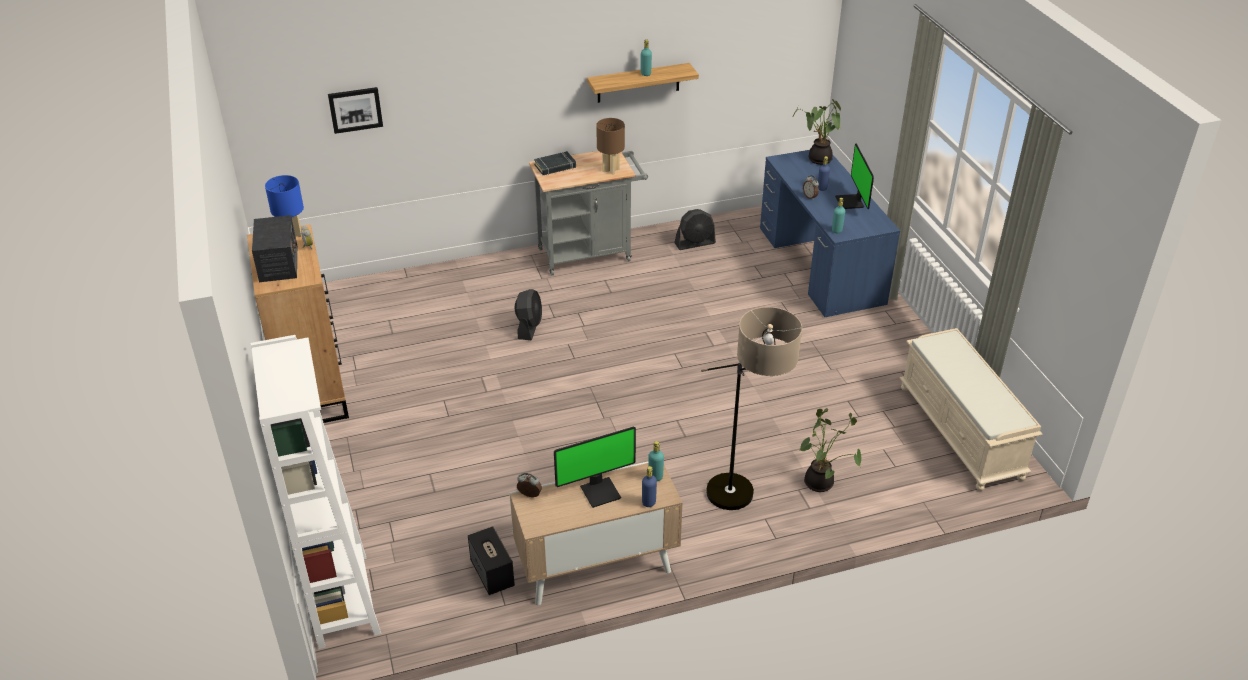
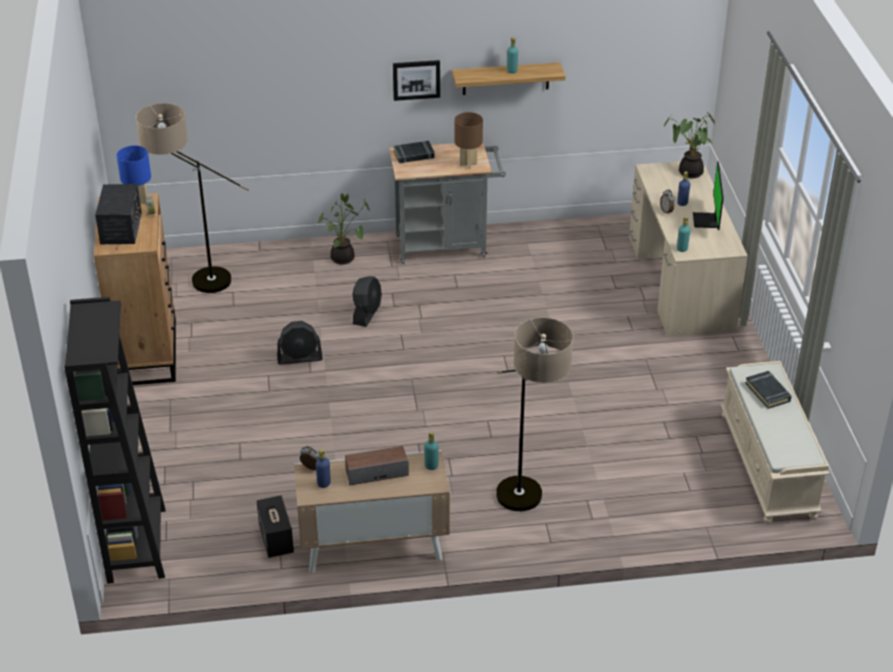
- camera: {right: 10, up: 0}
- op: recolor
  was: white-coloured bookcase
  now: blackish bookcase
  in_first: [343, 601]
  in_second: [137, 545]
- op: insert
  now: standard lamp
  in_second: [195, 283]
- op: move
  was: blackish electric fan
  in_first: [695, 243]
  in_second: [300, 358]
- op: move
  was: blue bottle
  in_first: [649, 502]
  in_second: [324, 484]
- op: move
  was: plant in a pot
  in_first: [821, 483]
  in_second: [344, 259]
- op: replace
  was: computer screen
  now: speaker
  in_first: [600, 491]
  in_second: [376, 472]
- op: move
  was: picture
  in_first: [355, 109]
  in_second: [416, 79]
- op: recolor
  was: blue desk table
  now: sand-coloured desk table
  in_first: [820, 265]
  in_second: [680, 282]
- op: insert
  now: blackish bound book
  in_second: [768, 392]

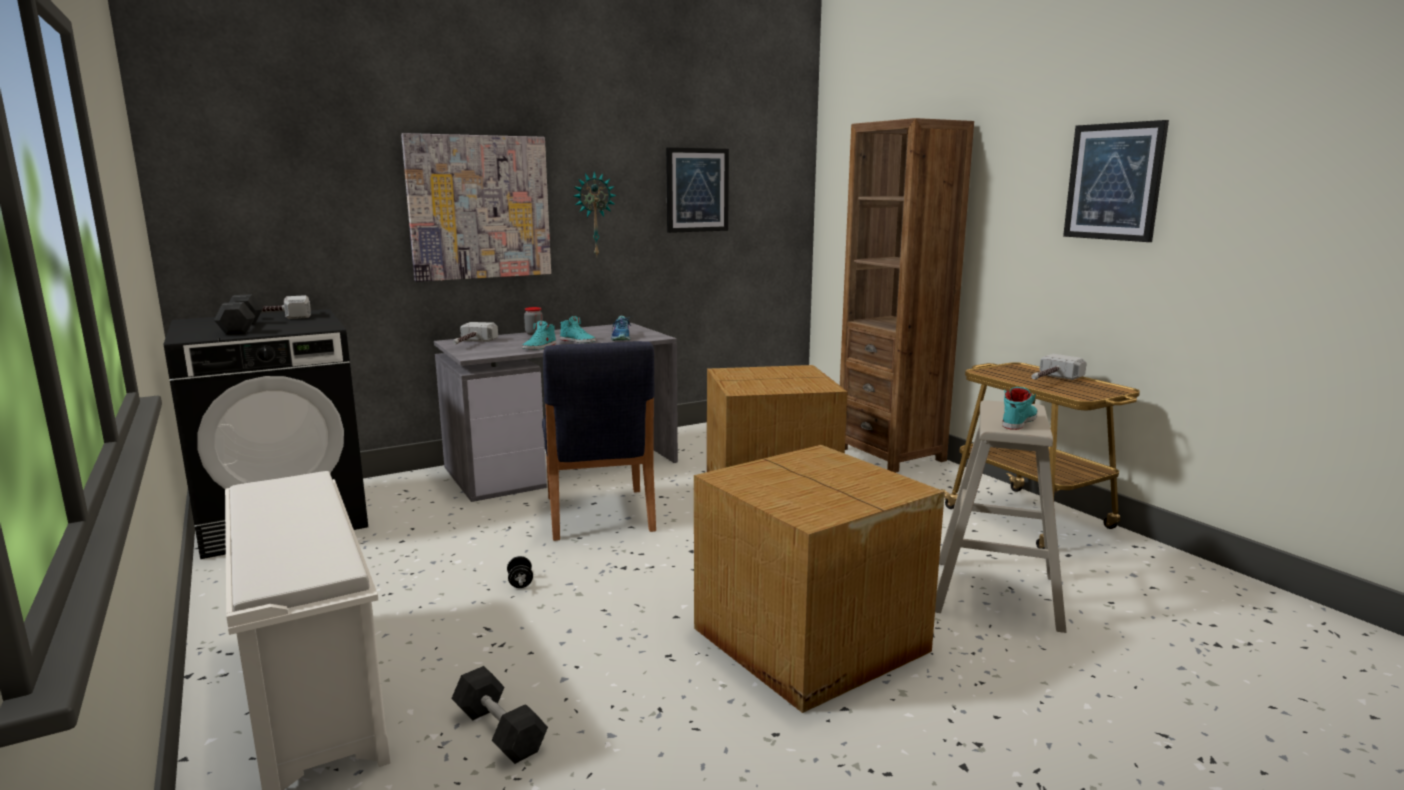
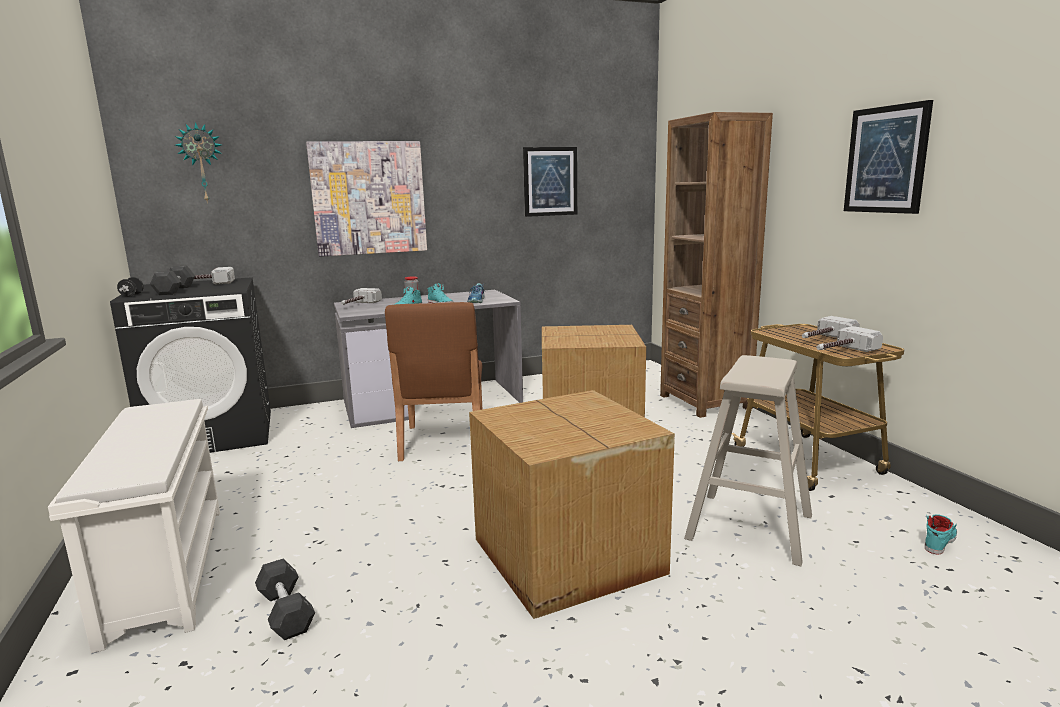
- camera: {right: 10, up: 0}
- op: move
  was: blackish dumbbell
  in_first: [520, 583]
  in_second: [132, 295]
- op: move
  was: hanging clock
  in_first: [594, 214]
  in_second: [201, 163]
- op: recolor
  was: blue upright chair
  now: brownish upright chair
  in_first: [598, 514]
  in_second: [442, 442]
- op: insert
  now: tool hammer
  in_second: [842, 351]
- op: move
  was: turquoise item of footwear
  in_first: [1018, 421]
  in_second: [939, 541]

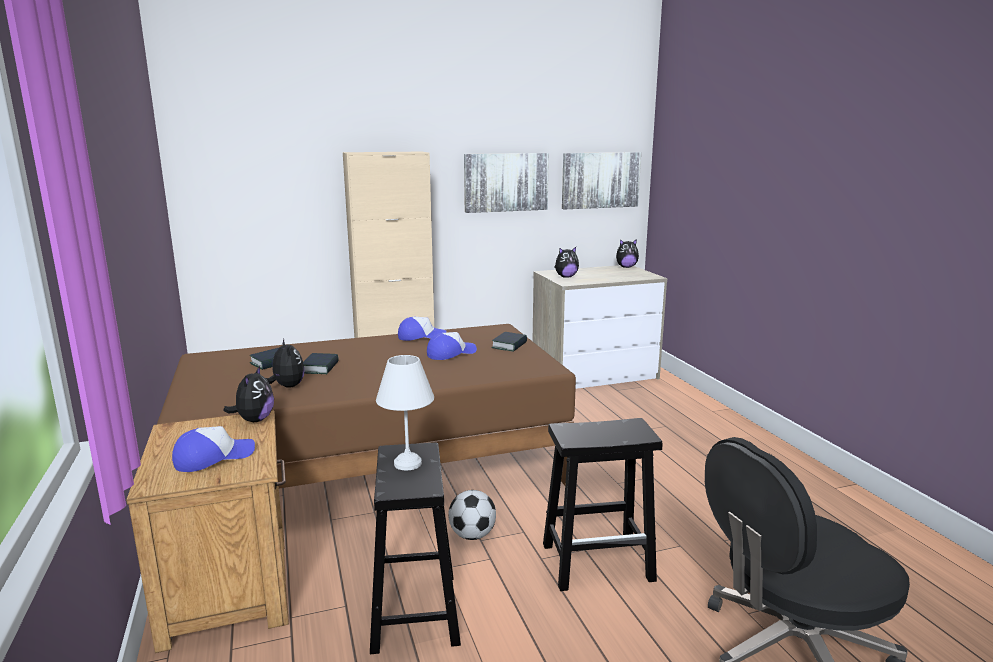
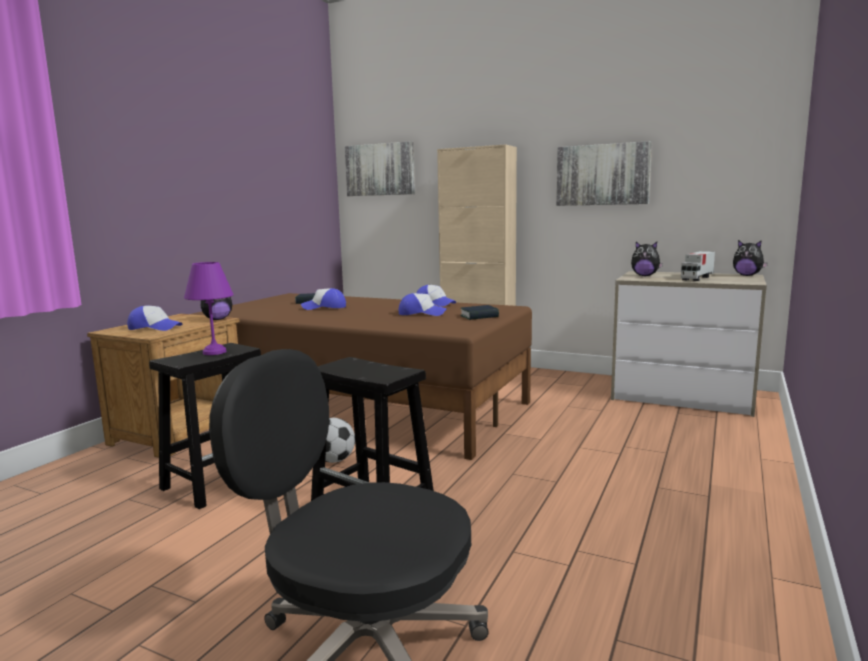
- camera: {right: 45, up: -5}
- op: recolor
  was: white-coloured tabletop lamp
  now: purple tabletop lamp
  in_first: [408, 463]
  in_second: [215, 352]
- op: replace
  was: bound book
  now: baseball cap
  in_first: [320, 368]
  in_second: [324, 307]
- op: move
  was: picture
  in_first: [600, 180]
  in_second: [380, 169]
- op: insert
  now: model truck
  in_second: [697, 278]
- op: delete
  was: soft toy
  in_first: [287, 386]

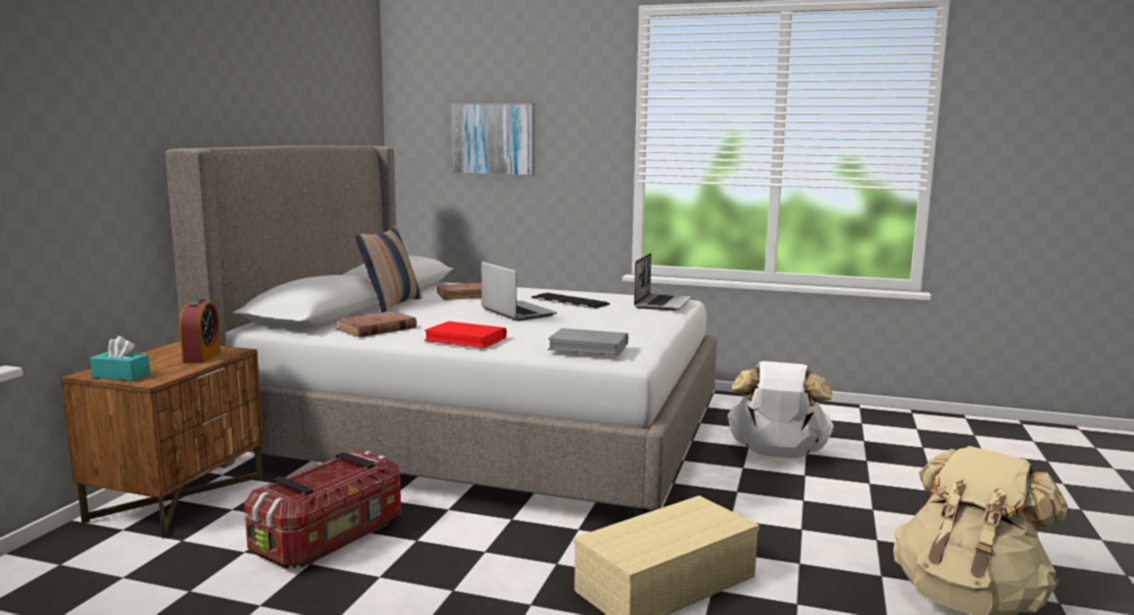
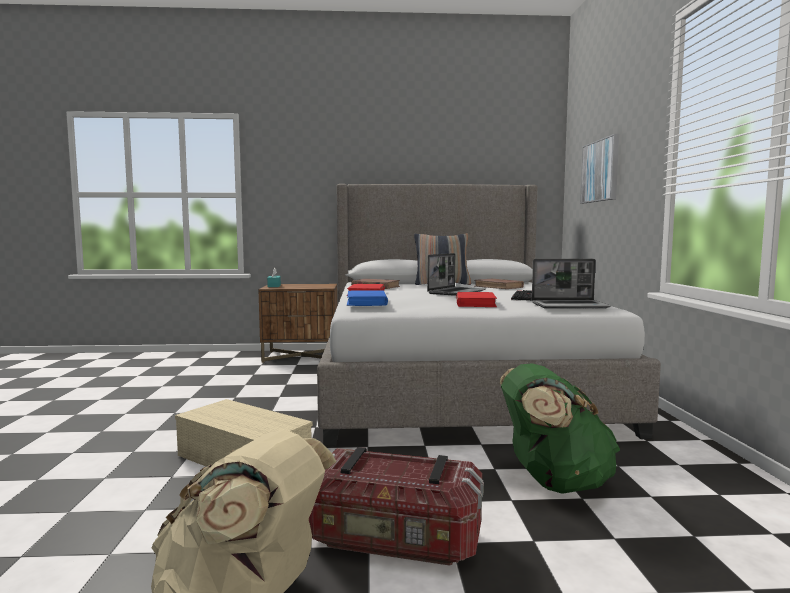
- camera: {right: 70, up: -5}
- op: move
  was: storage bin
  in_first: [331, 537]
  in_second: [394, 540]
- op: recolor
  was: gray bound book
  now: blue bound book
  in_first: [589, 347]
  in_second: [366, 302]
- op: insert
  now: reddish bound book
  in_second: [475, 303]
- op: recolor
  was: white-coloured backpack
  now: green backpack
  in_first: [777, 454]
  in_second: [553, 482]
- op: delete
  was: bedside clock
  in_first: [202, 356]

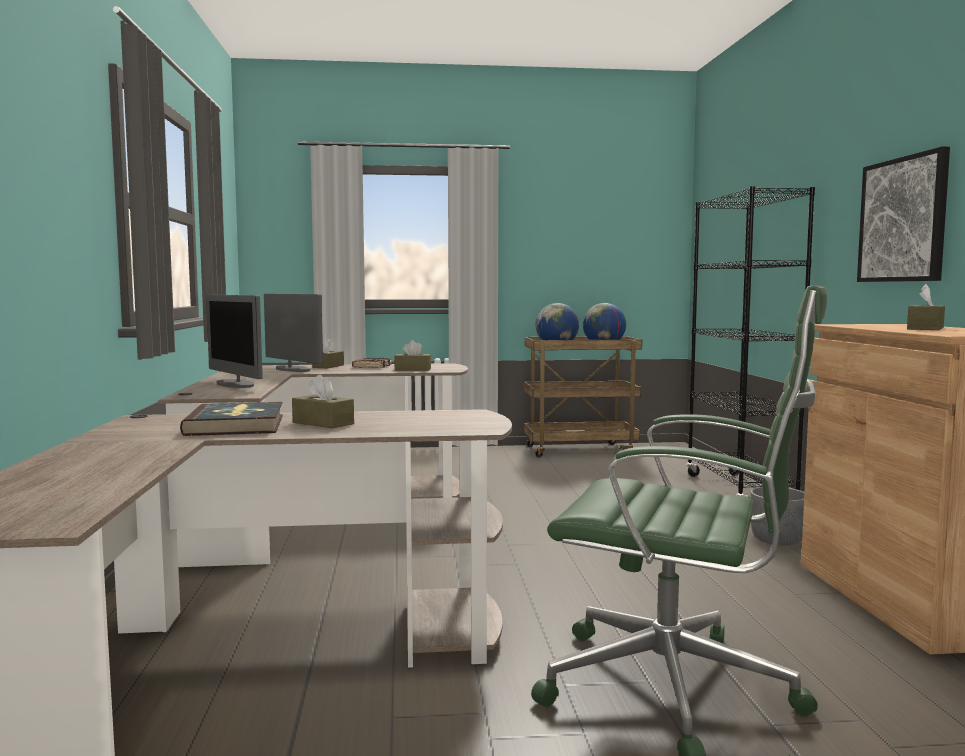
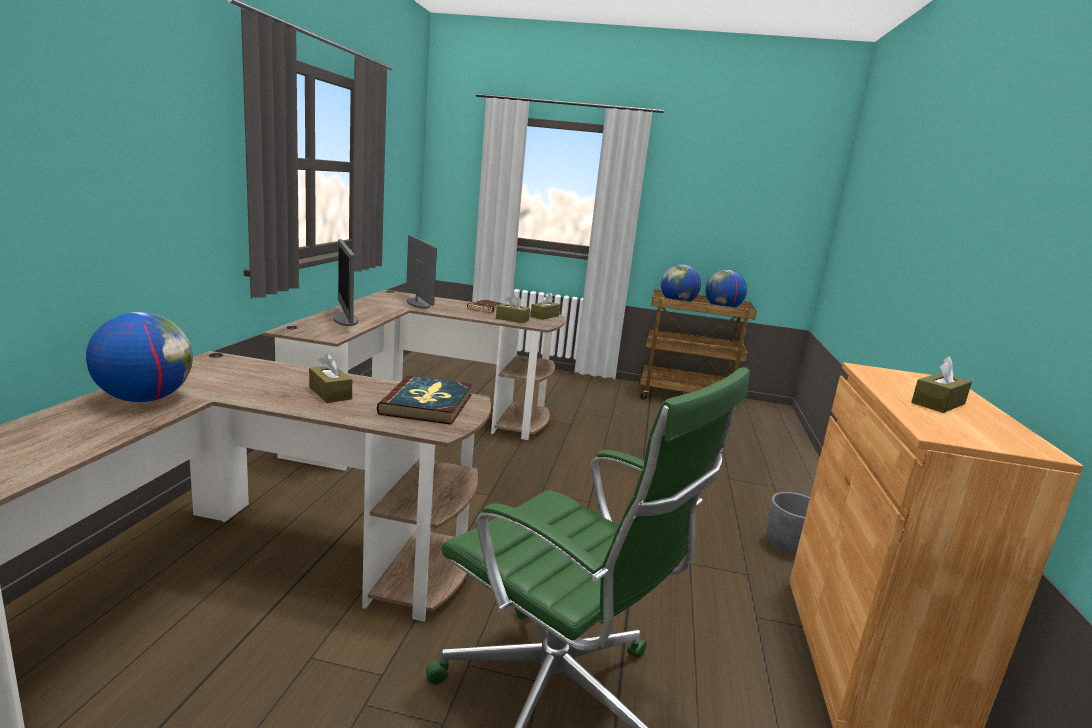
- camera: {right: 15, up: 10}
- op: insert
  now: desk globe
  in_second: [144, 399]
- op: move
  was: bound book
  in_first: [236, 425]
  in_second: [428, 404]
- op: move
  was: brownish tissue holder
  in_first: [328, 366]
  in_second: [544, 316]
- op: delete
  was: blackish bookcase
  in_first: [739, 491]
- op: delete
  was: picture
  in_first: [903, 220]

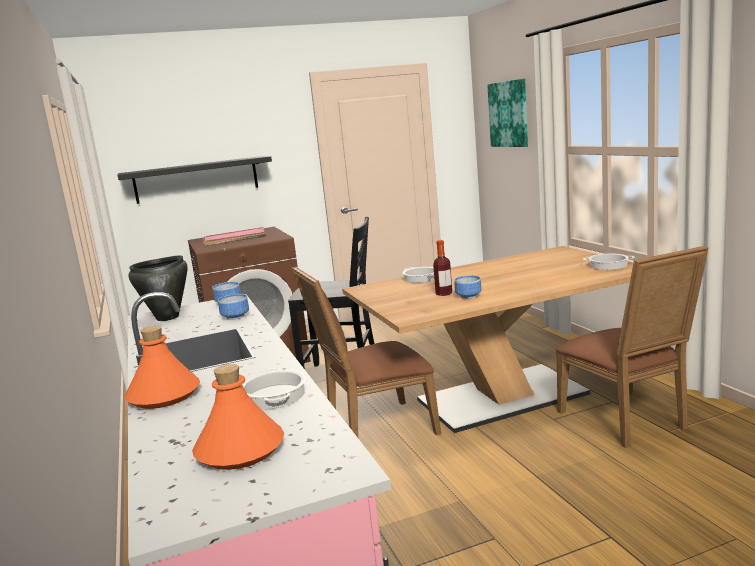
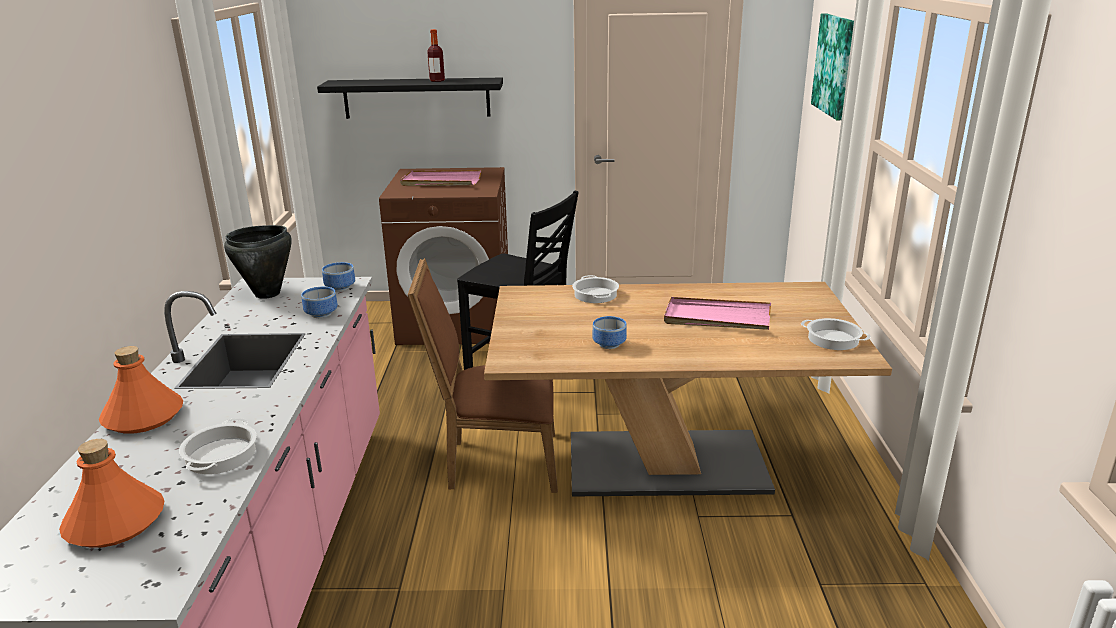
- camera: {right: 20, up: 10}
- op: move
  was: bottle
  in_first: [444, 293]
  in_second: [437, 80]
- op: insert
  now: pink-coloured serving tray
  in_second: [717, 318]
- op: delete
  was: brownish upright chair
  in_first: [628, 421]

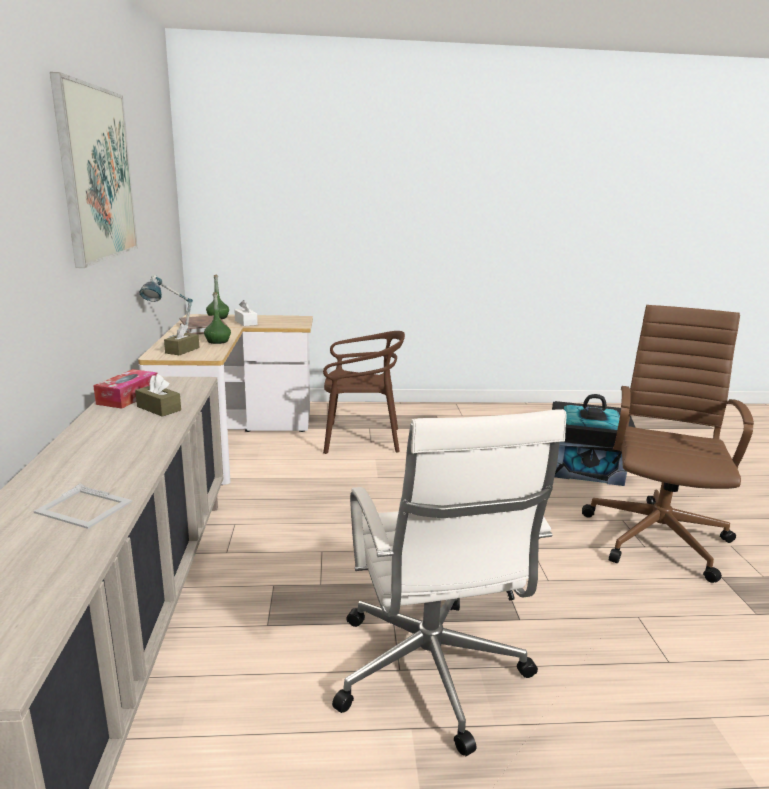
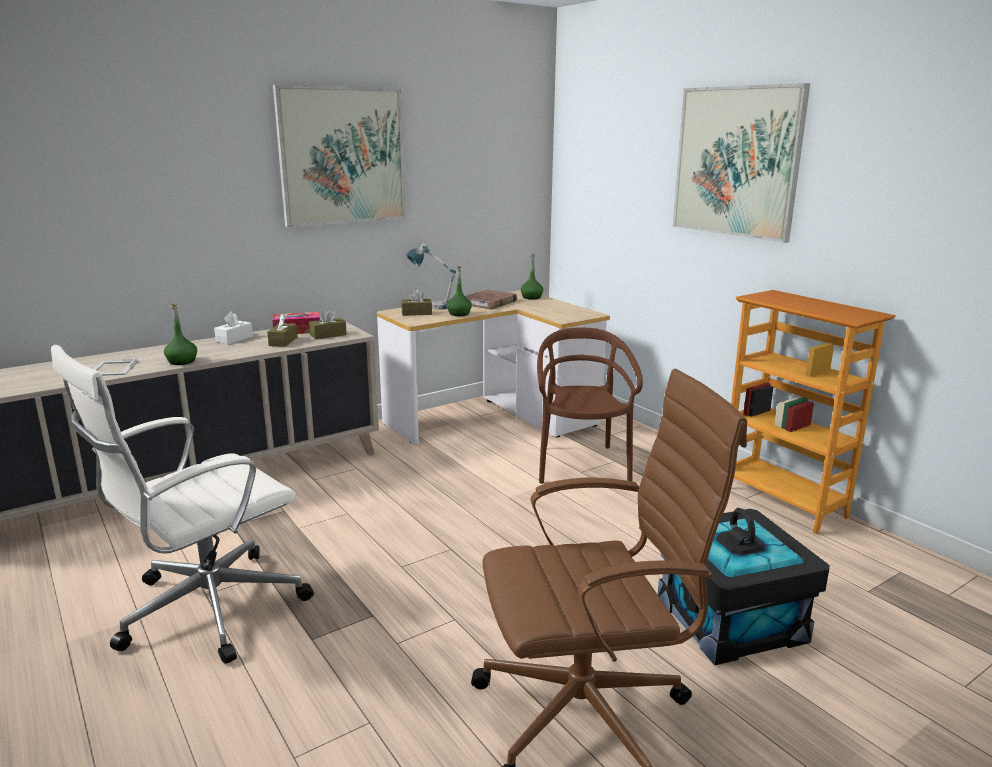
- camera: {right: 60, up: 0}
- op: insert
  now: green bottle
  in_second: [182, 361]
- op: move
  was: white-coloured tissue holder
  in_first: [246, 322]
  in_second: [234, 339]
- op: insert
  now: brownish tissue holder
  in_second: [328, 335]
- op: rotate
  was: brownish upright chair
  in_first: [361, 439]
  in_second: [580, 465]
  clockwise: -150
- op: insert
  now: picture
  in_second: [736, 162]
- op: insert
  now: bookcase
  in_second: [783, 502]

